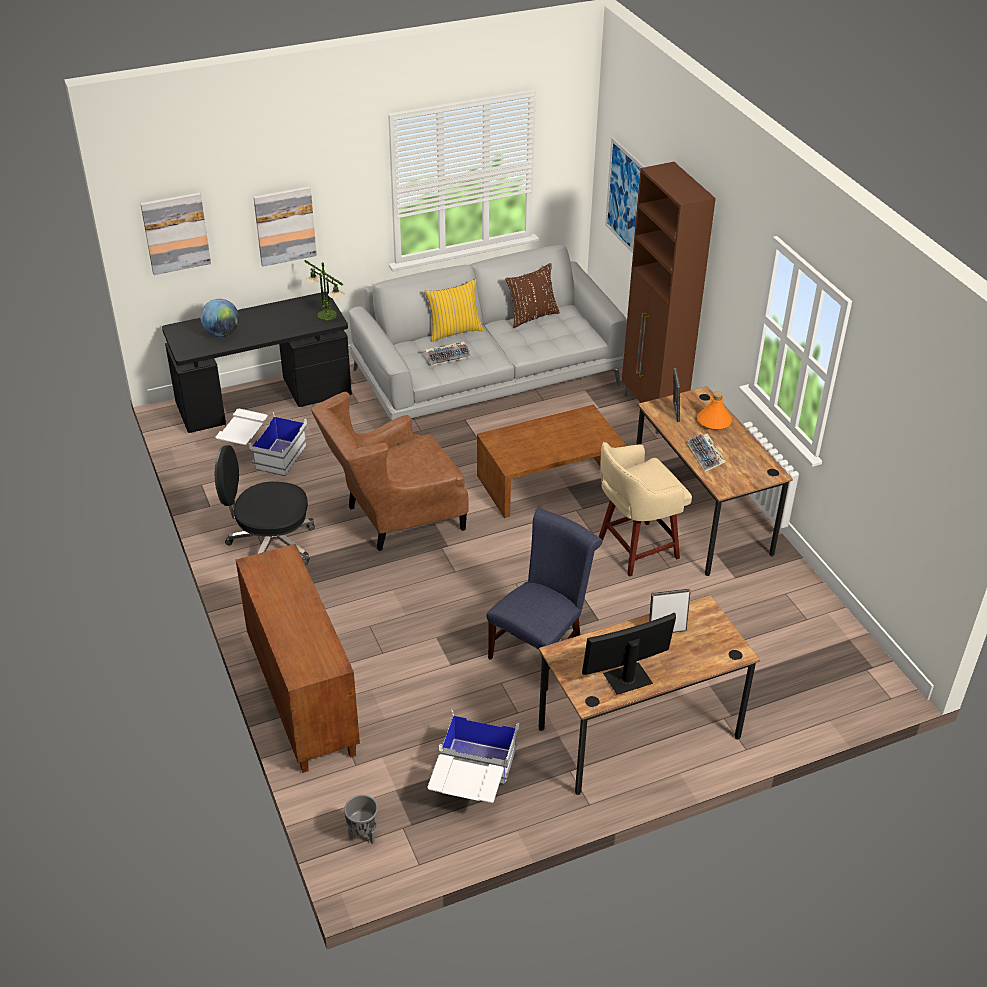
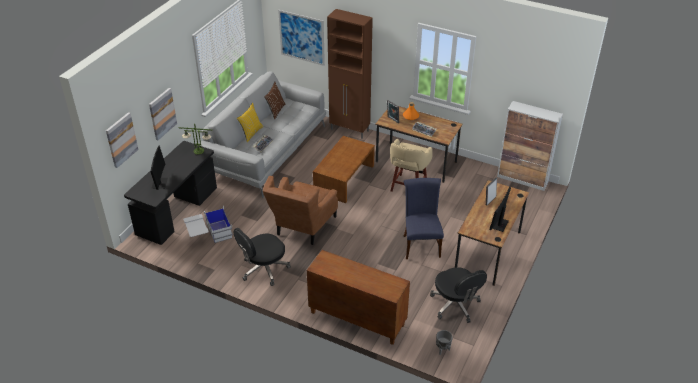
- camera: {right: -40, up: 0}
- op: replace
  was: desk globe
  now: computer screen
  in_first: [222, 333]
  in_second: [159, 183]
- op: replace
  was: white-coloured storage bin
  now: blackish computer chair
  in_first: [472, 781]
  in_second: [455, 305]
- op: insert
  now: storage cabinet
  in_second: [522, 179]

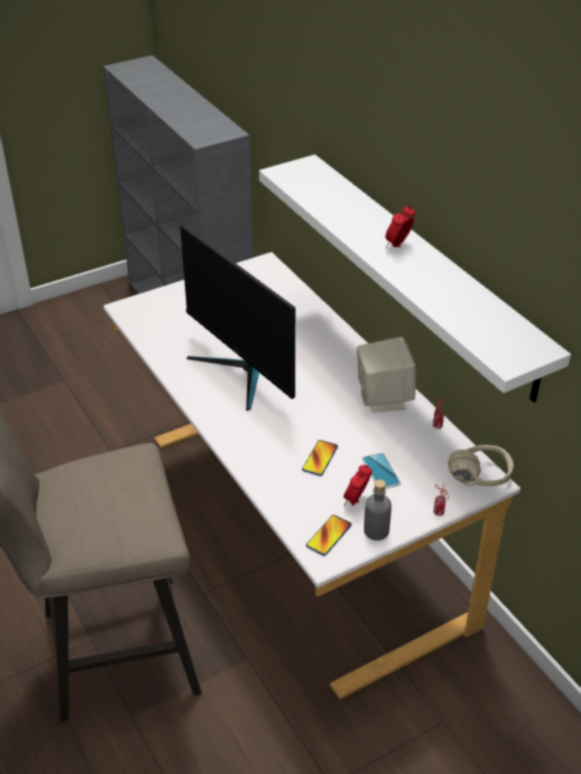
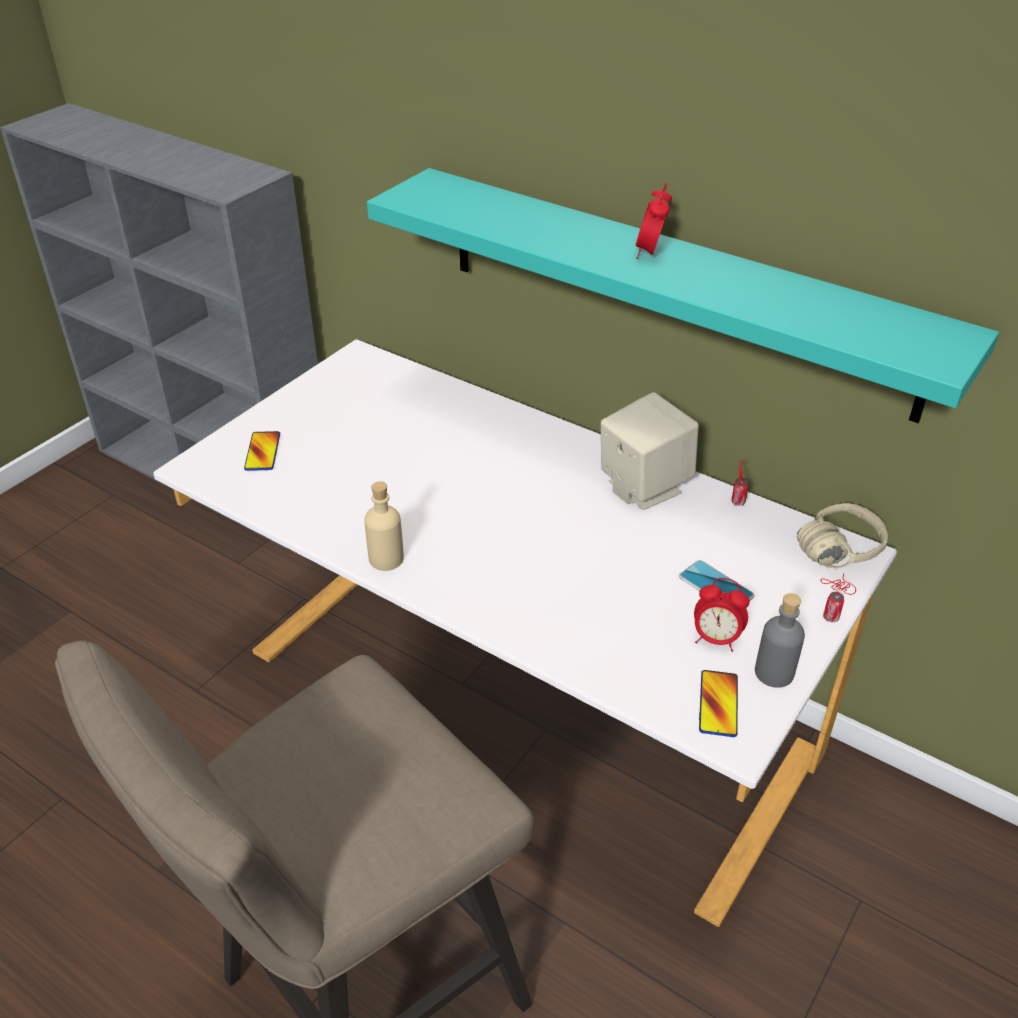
- camera: {right: -25, up: 0}
- op: move
  was: phone
  in_first: [320, 458]
  in_second: [262, 452]
- op: insert
  now: sand-coloured bottle
  in_second: [386, 559]
- op: recolor
  was: white-coloured bracket shelf
  now: turquoise bracket shelf
  in_first: [422, 272]
  in_second: [672, 289]
- op: rotate
  was: bedside clock
  in_first: [356, 501]
  in_second: [716, 639]
  clockwise: -75
- op: delete
  was: computer screen
  in_first: [243, 371]

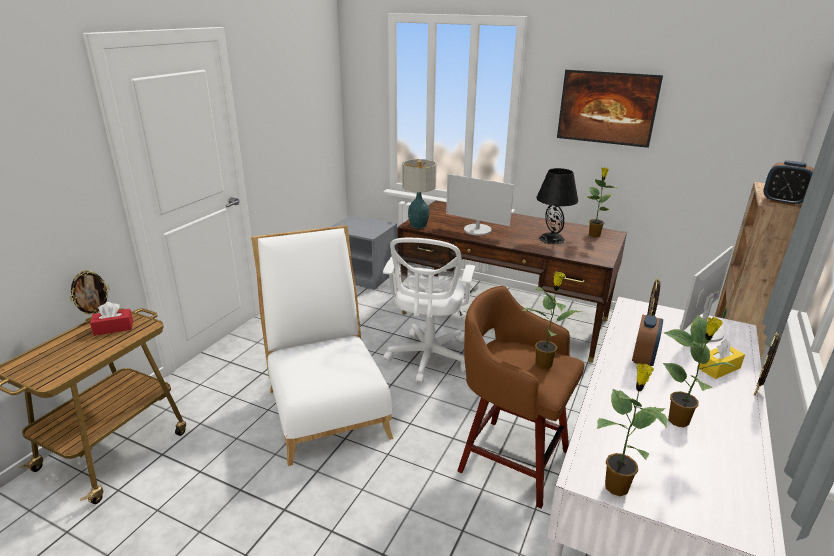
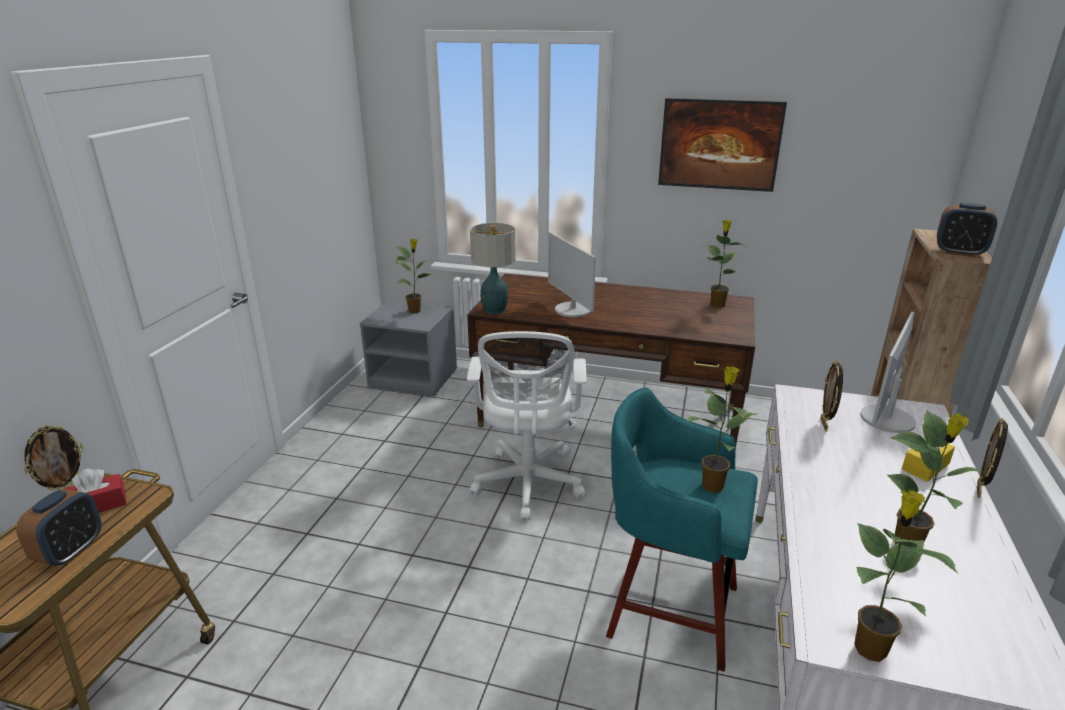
- camera: {right: -10, up: 0}
- op: move
  was: bedside clock
  in_first: [643, 358]
  in_second: [71, 551]
- op: insert
  now: plant in a pot
  in_second: [415, 310]
- op: rotate
  was: computer screen
  in_first: [477, 230]
  in_second: [572, 310]
  clockwise: 45
- op: recolor
  was: brownish stool seat
  now: turquoise stool seat
  in_first: [510, 459]
  in_second: [668, 609]
- op: delete
  was: white-coloured upright chair
  in_first: [326, 406]
- op: delete
  was: blackish tabletop lamp
  in_first: [551, 239]

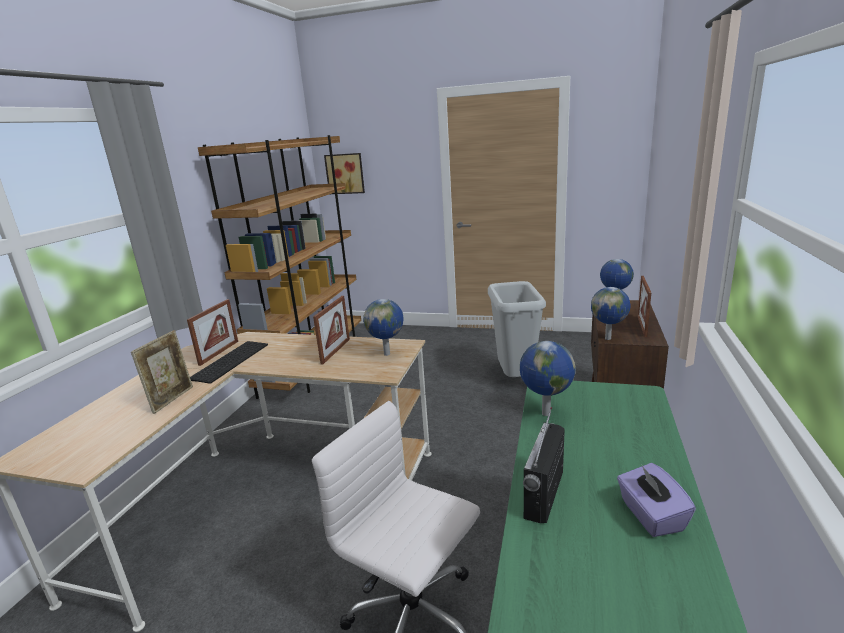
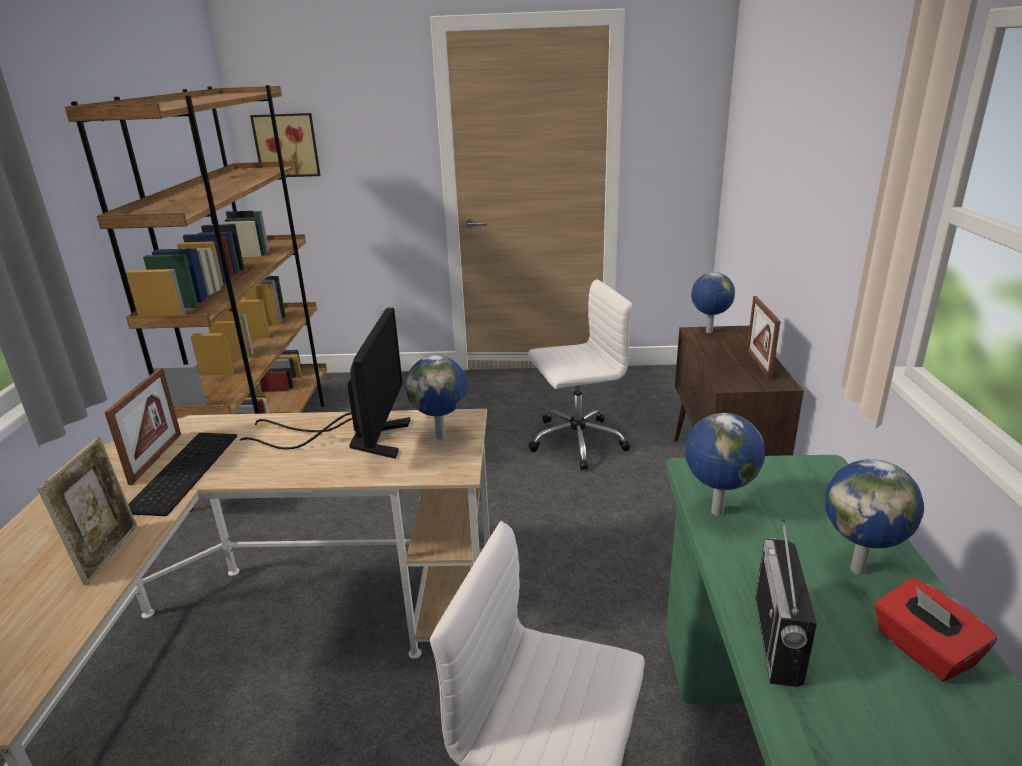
- camera: {right: -15, up: 5}
- op: replace
  was: standing frame
  now: computer screen
  in_first: [335, 351]
  in_second: [357, 438]
- op: replace
  was: gray waste bin
  now: white-coloured computer chair
  in_first: [516, 379]
  in_second: [575, 442]
- op: move
  was: desk globe
  in_first: [608, 338]
  in_second: [858, 569]
- op: recolor
  was: purple tissue holder
  now: reddish tissue holder
  in_first: [650, 515]
  in_second: [923, 650]

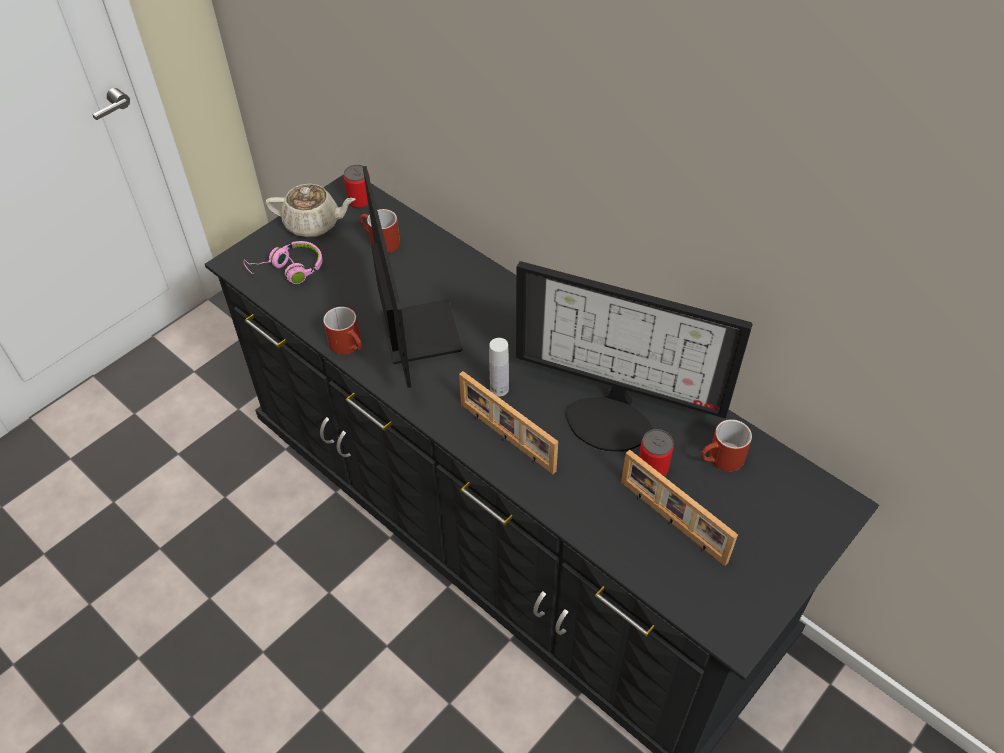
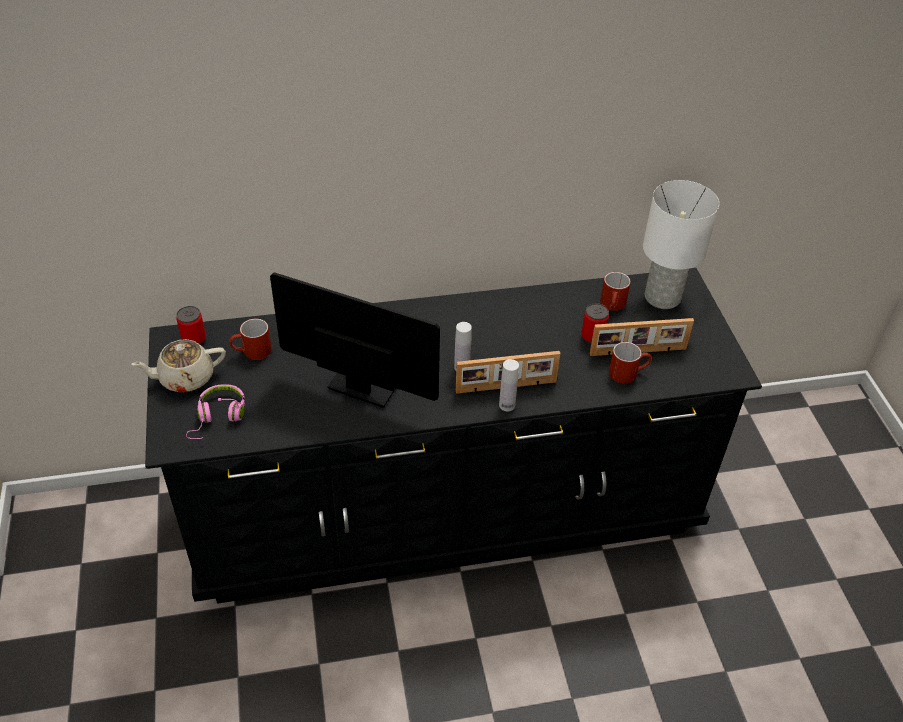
- camera: {right: -55, up: -5}
- op: rotate
  was: sand-coloured pot for tea
  in_first: [313, 224]
  in_second: [185, 378]
  clockwise: -150
- op: insert
  now: white-coloured bottle
  in_second: [507, 405]
- op: move
  was: reddish coffee mug
  in_first: [349, 346]
  in_second: [628, 372]
- op: insert
  now: white-coloured tabletop lamp
  in_second: [663, 297]
- op: delete
  was: computer screen
  in_first: [612, 416]

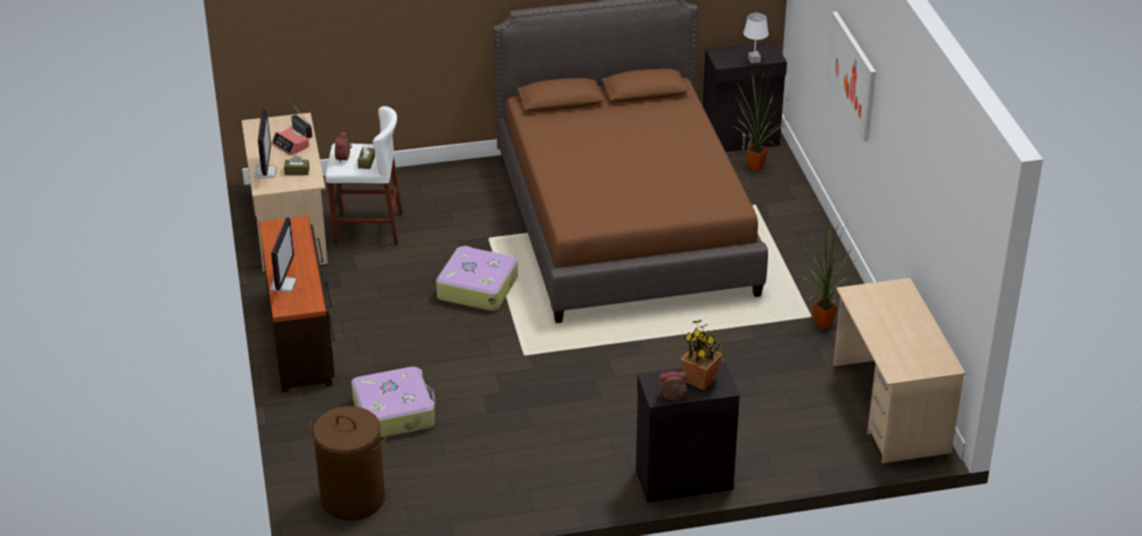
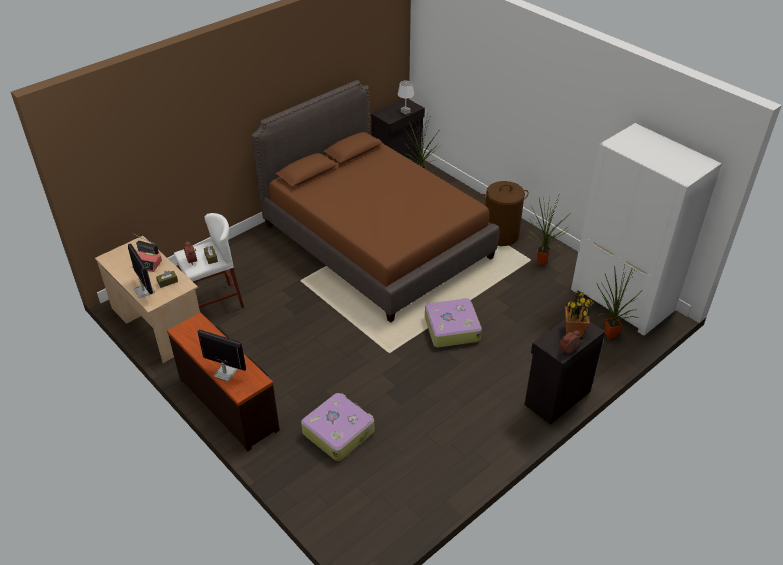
- camera: {right: -30, up: 5}
- op: rotate
  was: computer screen
  in_first: [283, 284]
  in_second: [225, 373]
  clockwise: -45
- op: move
  was: suitcase
  in_first: [477, 287]
  in_second: [451, 328]
- op: move
  was: brownish hamper
  in_first: [353, 498]
  in_second: [500, 235]
- op: replace
  was: sand-coloured desk table
  now: white-coloured armoire
  in_first: [890, 408]
  in_second: [623, 300]
- op: insert
  now: plant in a pot
  in_second: [608, 335]
- op: delete
  was: picture
  in_first: [852, 75]

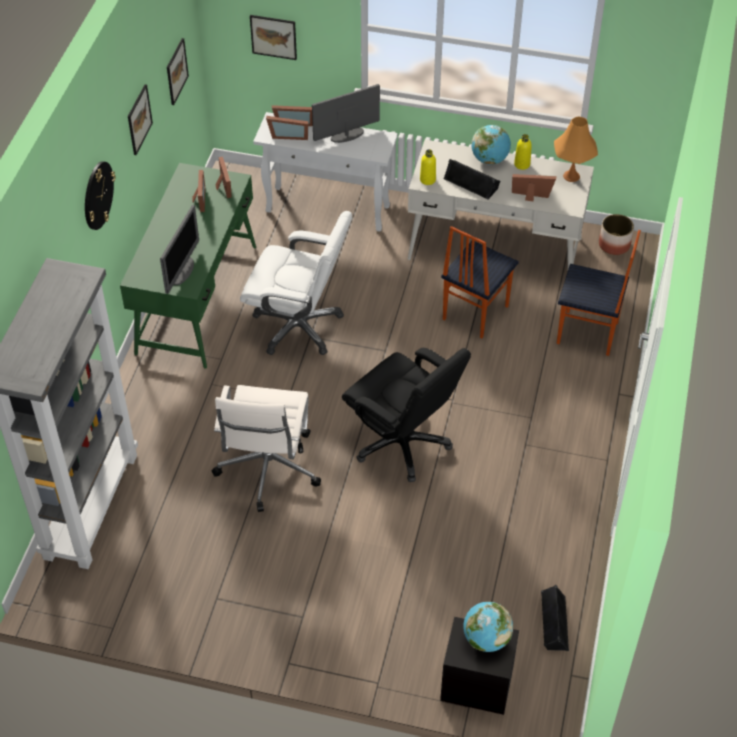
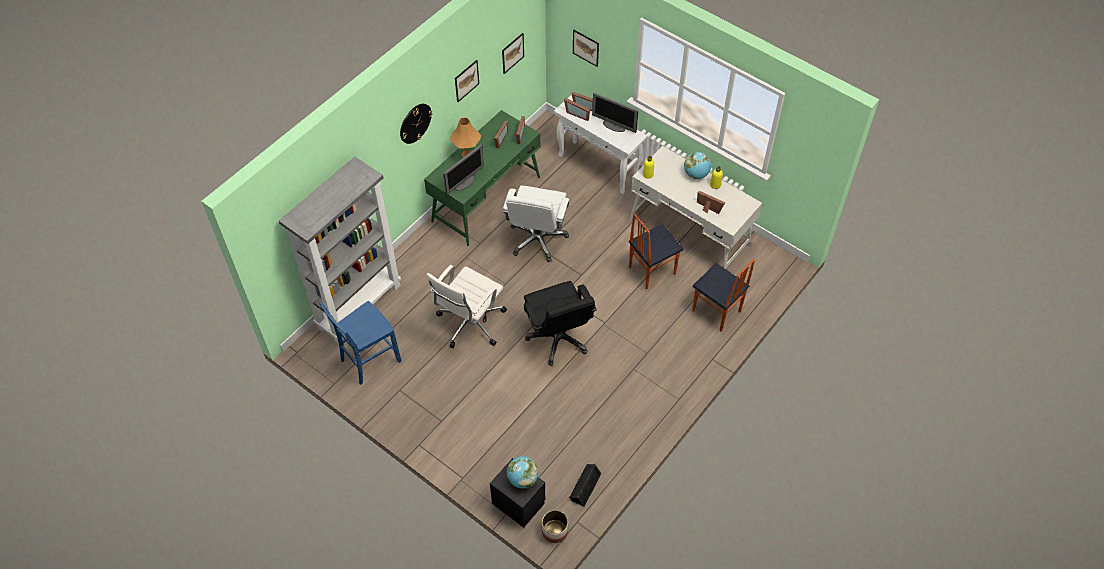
- camera: {right: 25, up: 5}
- op: insert
  now: blue upright chair
  in_second: [369, 360]
- op: move
  was: orange-coloured tabletop lamp
  in_first: [571, 176]
  in_second: [467, 154]
- op: rotate
  was: white-coloured computer chair
  in_first: [299, 326]
  in_second: [537, 239]
  clockwise: 60
- op: move
  was: planter
  in_first: [614, 245]
  in_second: [555, 531]
- op: rotate
  was: computer screen
  in_first: [346, 135]
  in_second: [614, 126]
  clockwise: -150
- op: delete
  was: blackish speaker
  in_first: [472, 182]

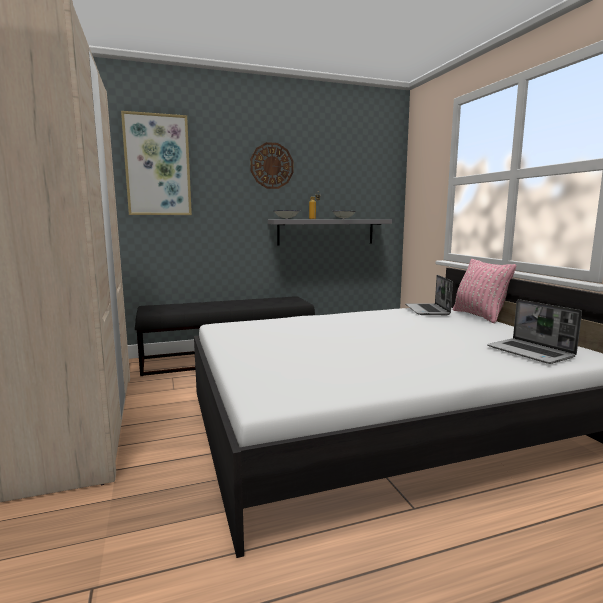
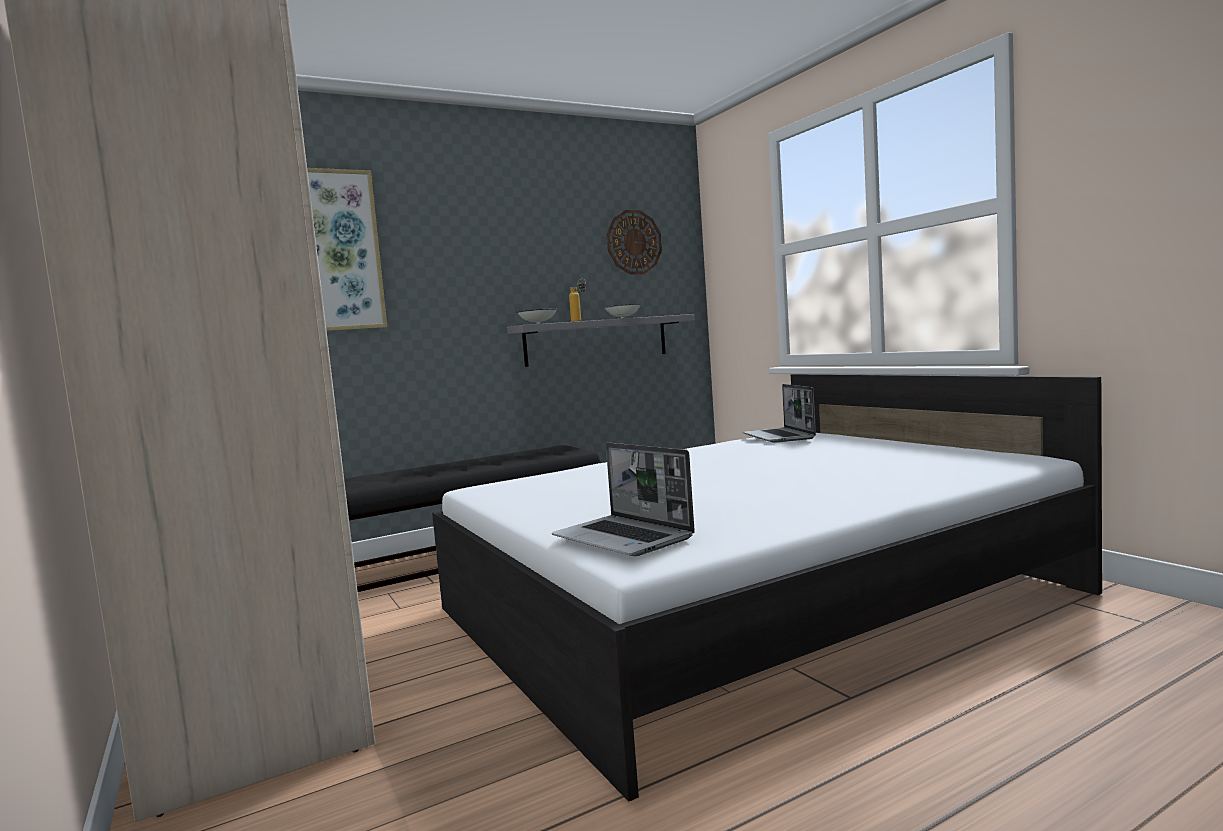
- camera: {right: -10, up: -5}
- op: move
  was: laptop
  in_first: [531, 352]
  in_second: [624, 538]
- op: move
  was: hanging clock
  in_first: [272, 166]
  in_second: [634, 242]
- op: delete
  was: pink-coloured pillow
  in_first: [479, 316]

